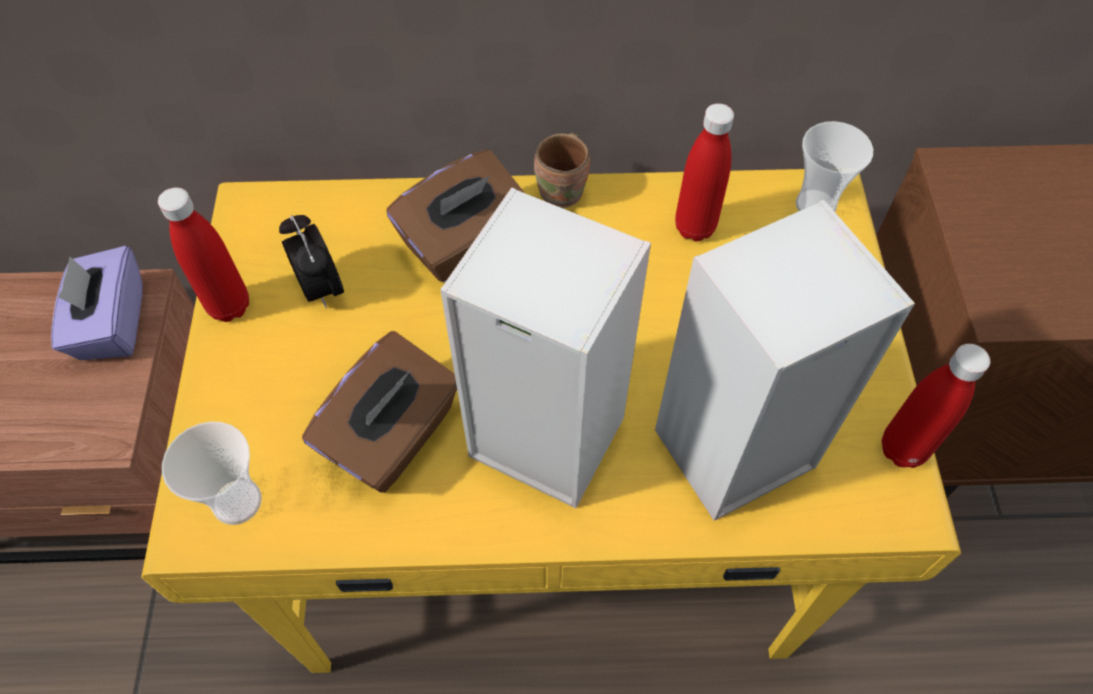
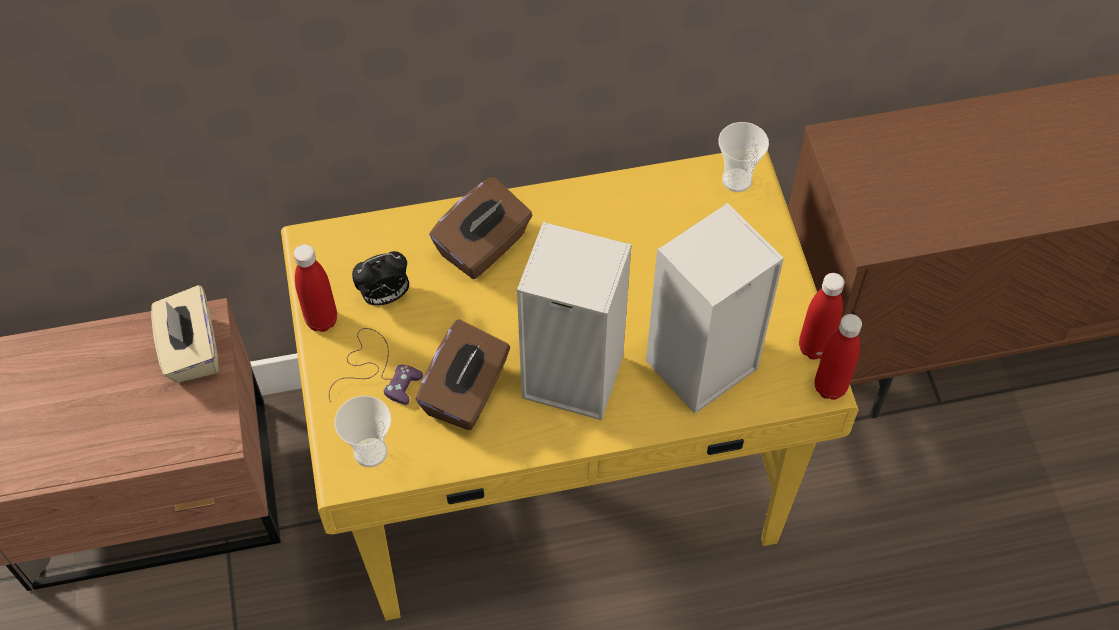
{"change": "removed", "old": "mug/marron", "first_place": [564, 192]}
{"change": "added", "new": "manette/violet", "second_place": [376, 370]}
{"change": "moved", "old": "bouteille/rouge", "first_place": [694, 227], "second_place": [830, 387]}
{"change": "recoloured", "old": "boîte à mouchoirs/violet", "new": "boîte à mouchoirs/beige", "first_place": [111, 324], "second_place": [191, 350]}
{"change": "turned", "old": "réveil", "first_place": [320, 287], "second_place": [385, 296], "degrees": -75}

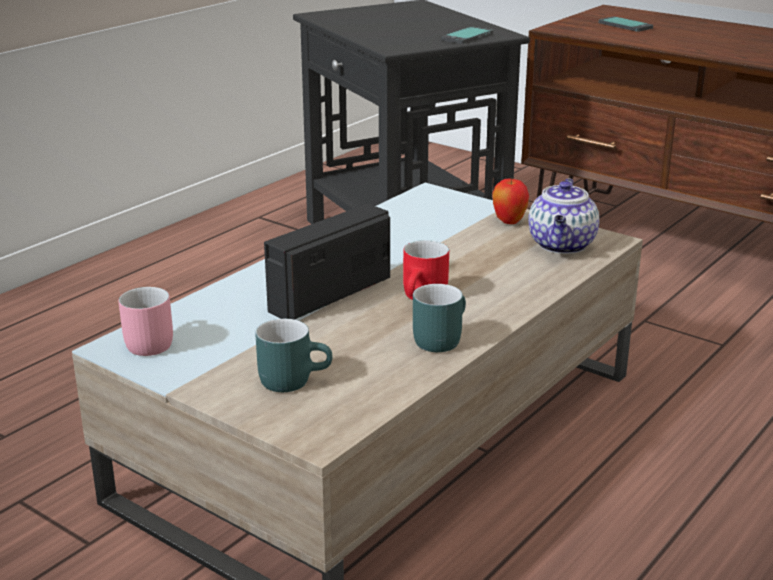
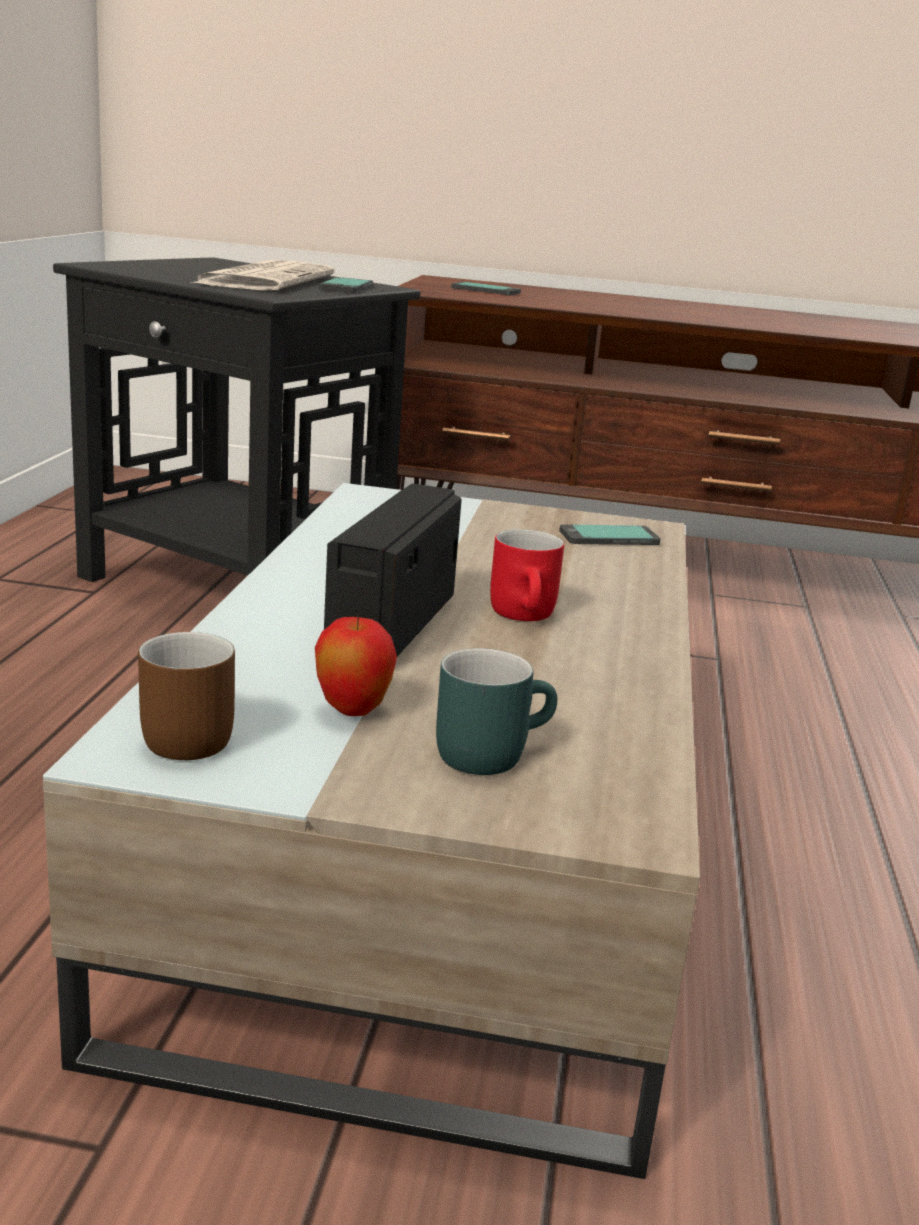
{"change": "removed", "old": "mug/turquoise", "first_place": [438, 338]}
{"change": "added", "new": "journal", "second_place": [265, 280]}
{"change": "moved", "old": "pomme", "first_place": [509, 222], "second_place": [352, 711]}
{"change": "replaced", "old": "théière", "new": "téléphone", "first_place": [562, 246], "second_place": [609, 538]}
{"change": "recoloured", "old": "mug/rose", "new": "mug/marron", "first_place": [150, 341], "second_place": [180, 735]}

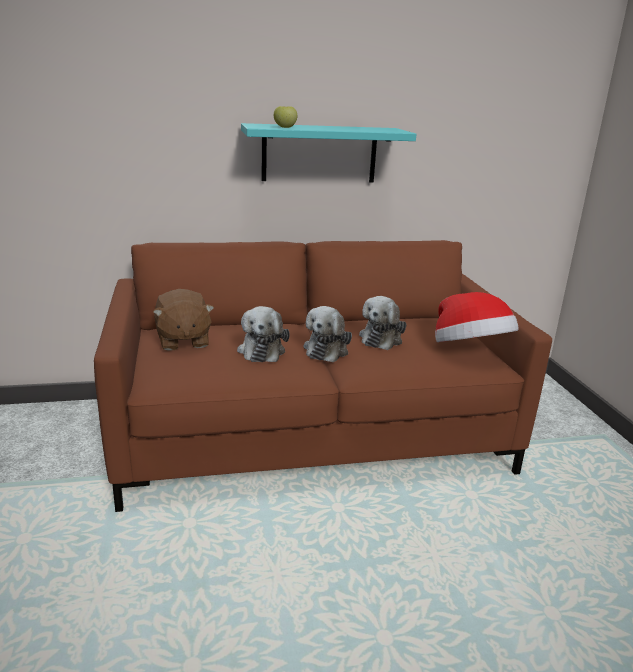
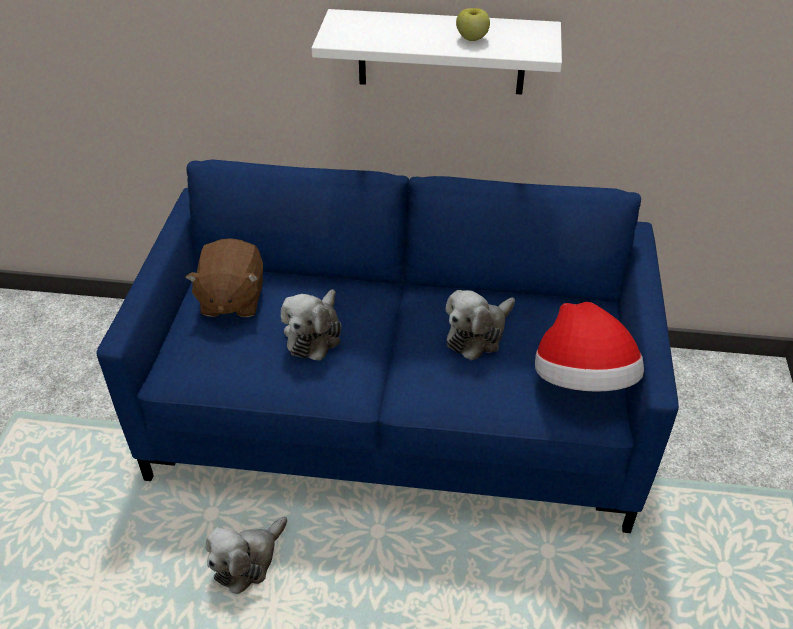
{"change": "moved", "old": "pomme", "first_place": [285, 127], "second_place": [472, 38]}
{"change": "moved", "old": "peluche", "first_place": [327, 349], "second_place": [247, 561]}
{"change": "recoloured", "old": "canapé/marron", "new": "canapé/bleu", "first_place": [311, 436], "second_place": [397, 413]}
{"change": "recoloured", "old": "étagère/turquoise", "new": "étagère/blanc", "first_place": [319, 154], "second_place": [441, 52]}

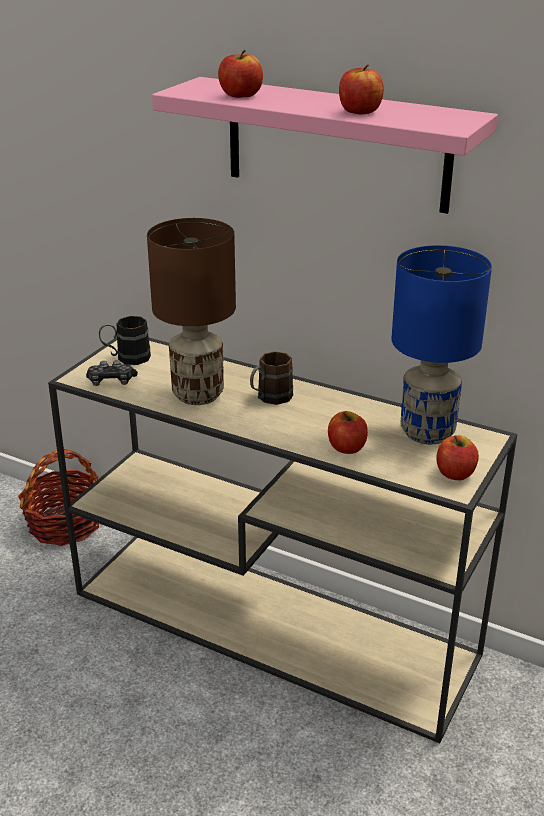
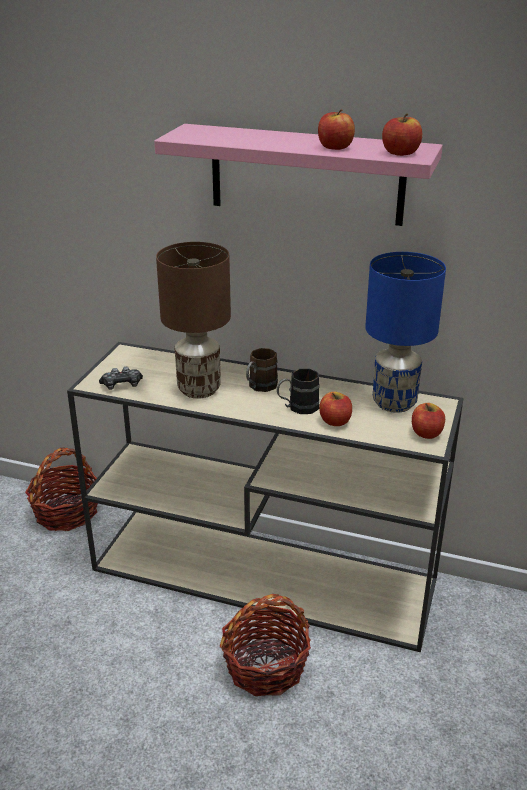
{"change": "added", "new": "panier", "second_place": [266, 666]}
{"change": "moved", "old": "mug/noir", "first_place": [126, 358], "second_place": [297, 408]}
{"change": "moved", "old": "pomme", "first_place": [240, 95], "second_place": [400, 153]}

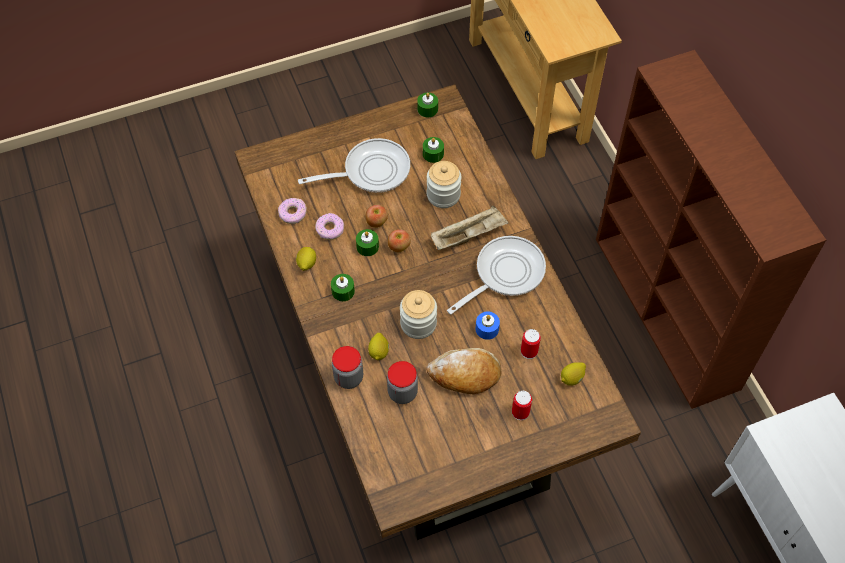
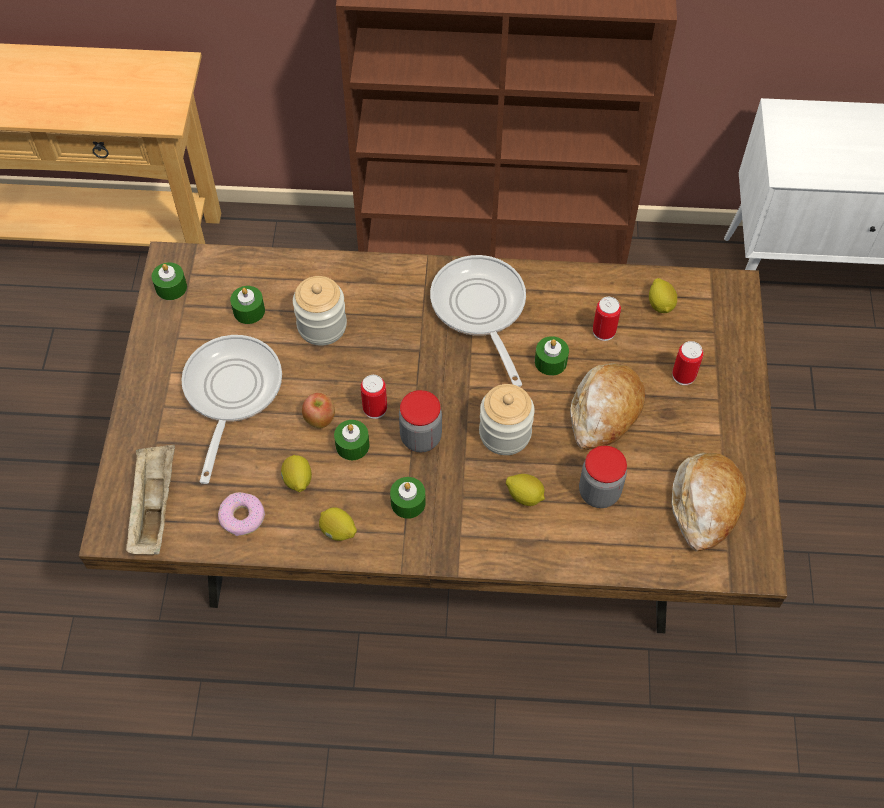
{"change": "added", "new": "pain", "second_place": [705, 505]}
{"change": "moved", "old": "bocal", "first_place": [348, 377], "second_place": [421, 437]}
{"change": "moved", "old": "plateau/beige", "first_place": [469, 235], "second_place": [154, 506]}
{"change": "replaced", "old": "beignet", "new": "citron", "first_place": [330, 229], "second_place": [297, 480]}
{"change": "replaced", "old": "pomme", "new": "boîte métallique", "first_place": [399, 247], "second_place": [375, 408]}
{"change": "recoloured", "old": "bougie/bleu", "new": "bougie/vert", "first_place": [487, 329], "second_place": [550, 361]}

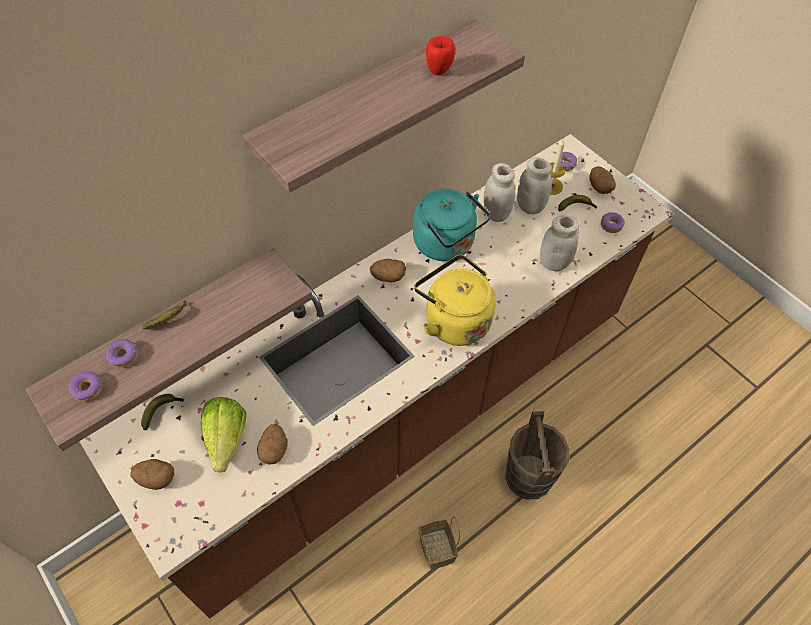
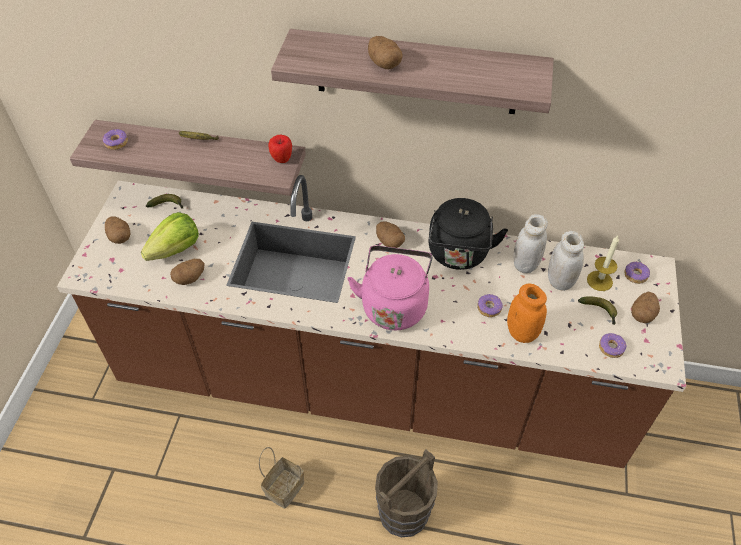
{"change": "added", "new": "pomme de terre", "second_place": [384, 63]}
{"change": "moved", "old": "beignet", "first_place": [123, 356], "second_place": [489, 308]}
{"change": "moved", "old": "pomme", "first_place": [439, 71], "second_place": [282, 160]}
{"change": "recoloured", "old": "bouilloire/turquoise", "new": "bouilloire/noir", "first_place": [447, 244], "second_place": [458, 255]}
{"change": "recoloured", "old": "bouilloire/jaune", "new": "bouilloire/rose", "first_place": [454, 320], "second_place": [394, 304]}
{"change": "recoloured", "old": "bocal/blanc", "new": "bocal/orange", "first_place": [554, 263], "second_place": [522, 333]}

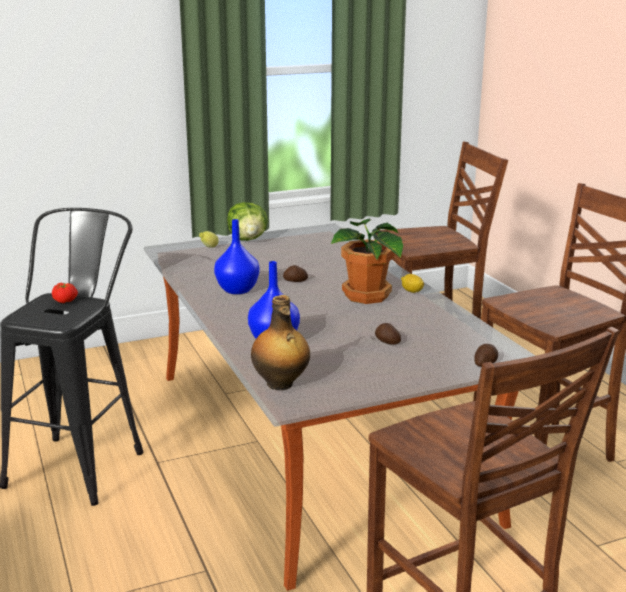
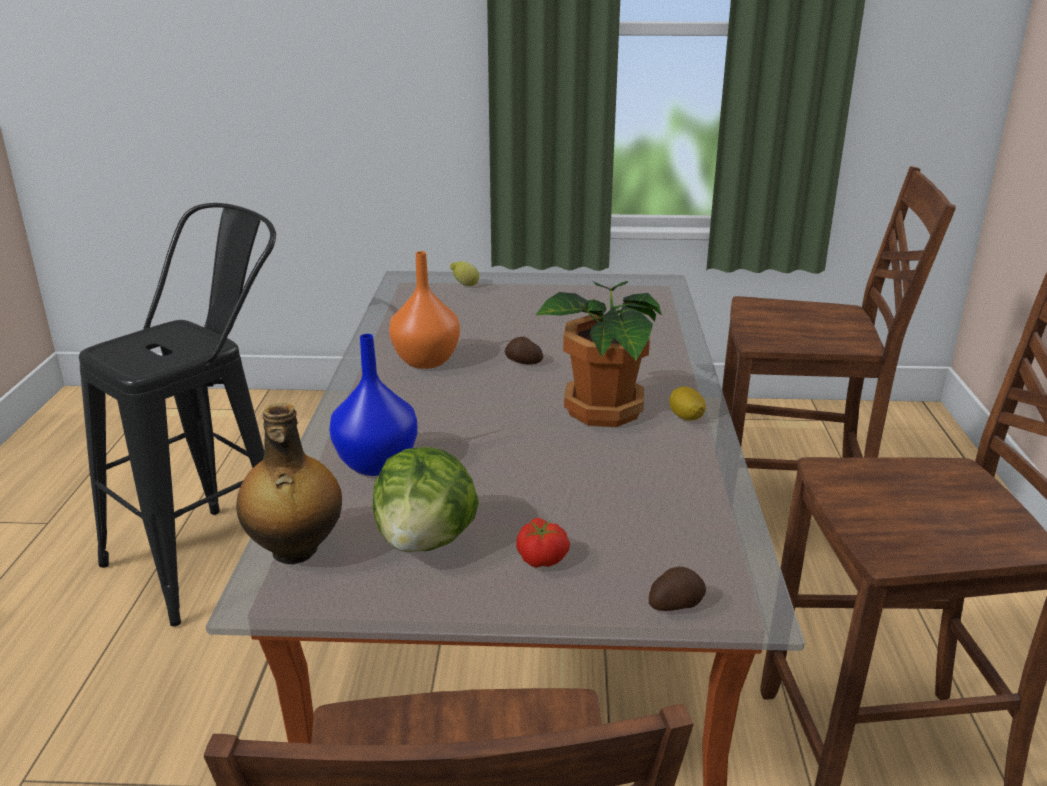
{"change": "removed", "old": "pomme de terre", "first_place": [387, 342]}
{"change": "moved", "old": "tomate", "first_place": [65, 300], "second_place": [542, 557]}
{"change": "moved", "old": "laitue", "first_place": [248, 239], "second_place": [426, 541]}
{"change": "recoloured", "old": "vase/bleu", "new": "vase/orange", "first_place": [237, 290], "second_place": [425, 361]}

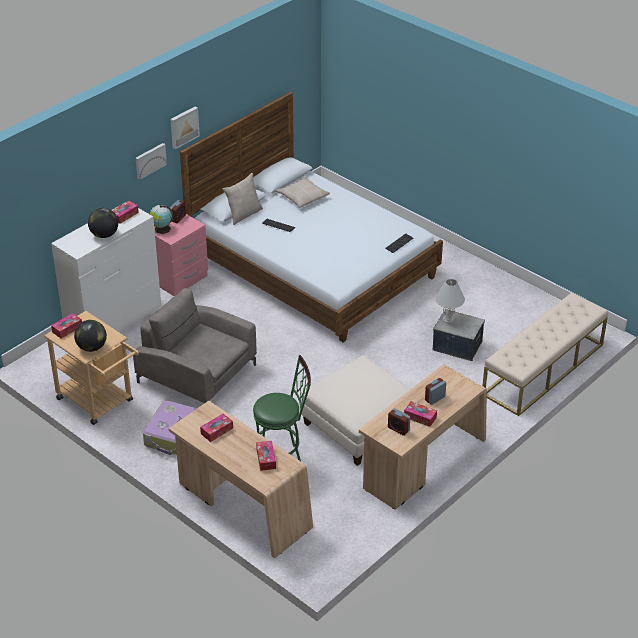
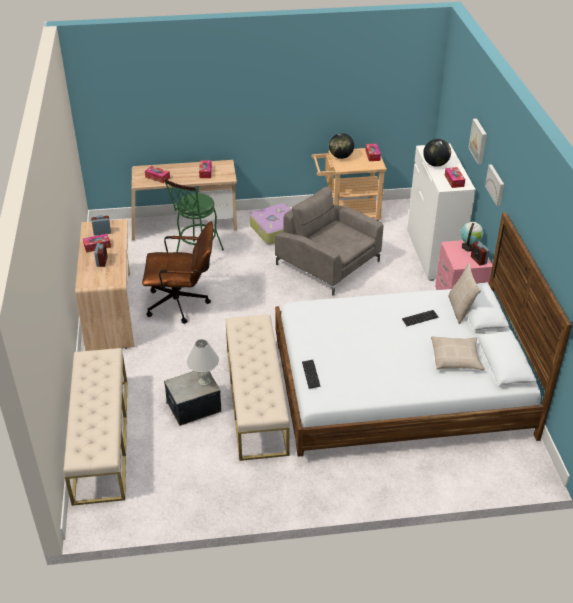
{"change": "added", "new": "banc/beige", "second_place": [256, 400]}
{"change": "moved", "old": "tableau", "first_place": [183, 127], "second_place": [479, 141]}
{"change": "replaced", "old": "pouf/blanc", "new": "chaise de bureau/marron", "first_place": [359, 425], "second_place": [183, 304]}
{"change": "turned", "old": "fauteuil/gris", "first_place": [197, 373], "second_place": [328, 263], "degrees": -120}

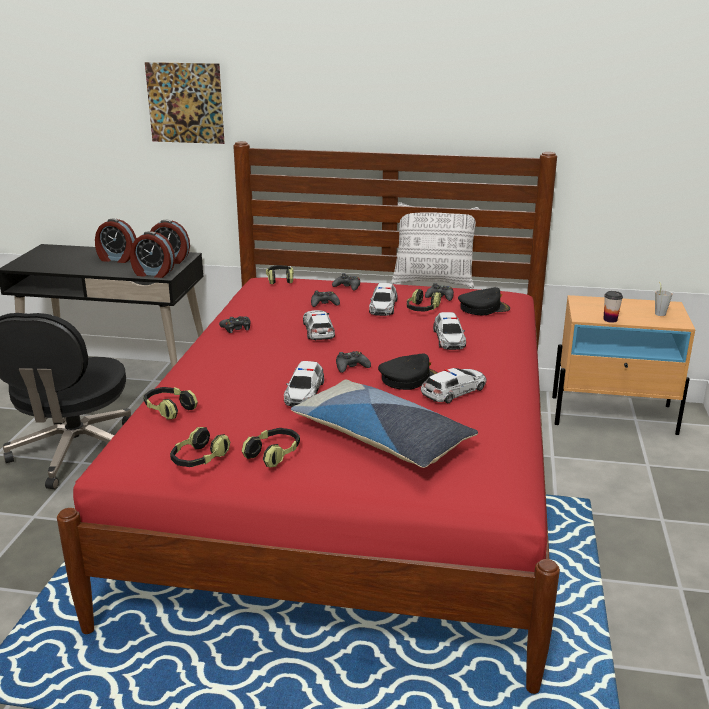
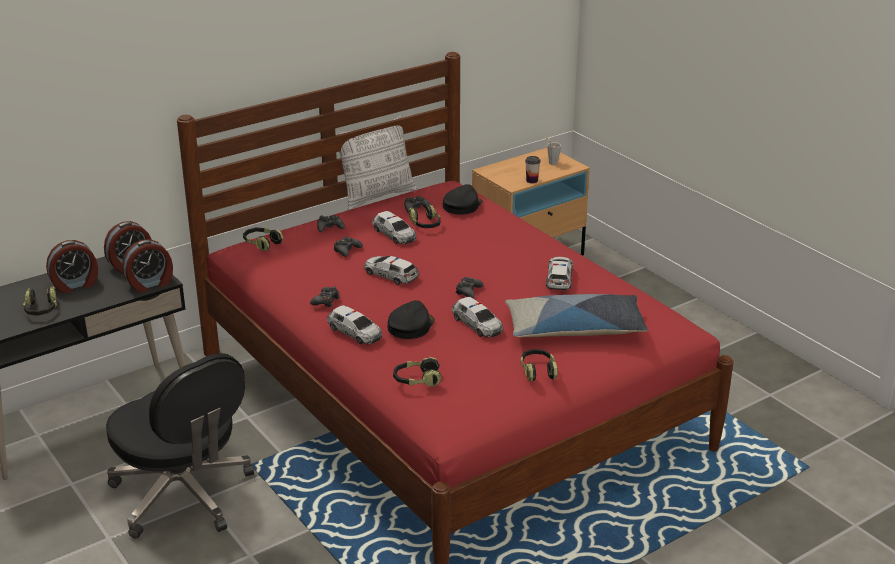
{"change": "removed", "old": "tableau", "first_place": [185, 103]}
{"change": "moved", "old": "casque audio", "first_place": [199, 459], "second_place": [41, 310]}
{"change": "moved", "old": "casquette/noir", "first_place": [409, 379], "second_place": [410, 326]}
{"change": "moved", "old": "petite voiture", "first_place": [449, 339], "second_place": [355, 332]}

